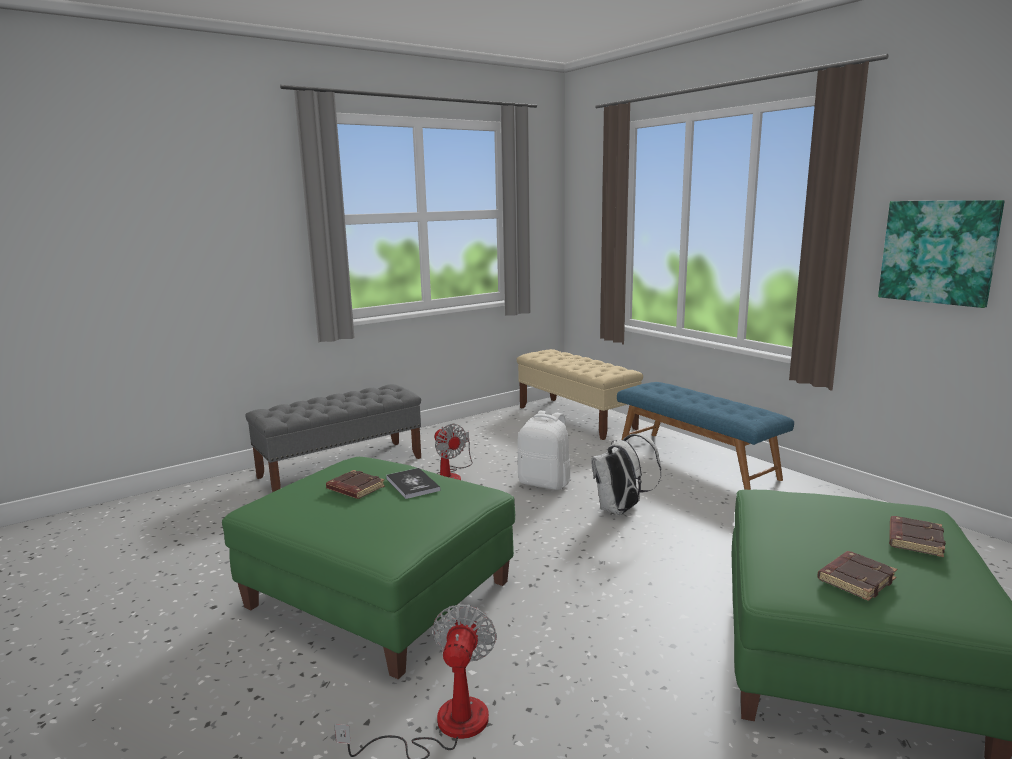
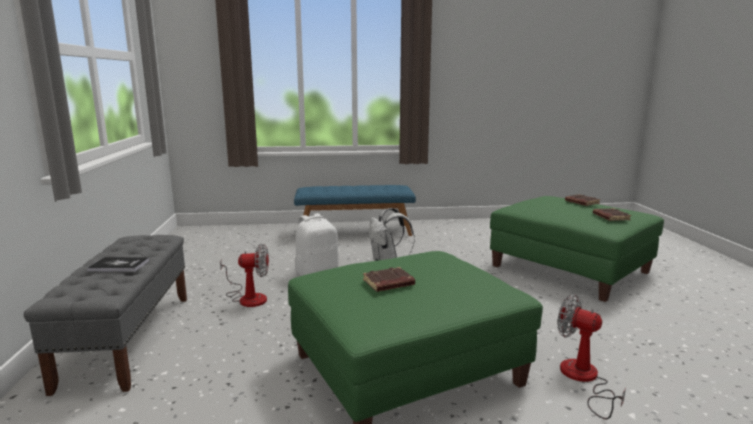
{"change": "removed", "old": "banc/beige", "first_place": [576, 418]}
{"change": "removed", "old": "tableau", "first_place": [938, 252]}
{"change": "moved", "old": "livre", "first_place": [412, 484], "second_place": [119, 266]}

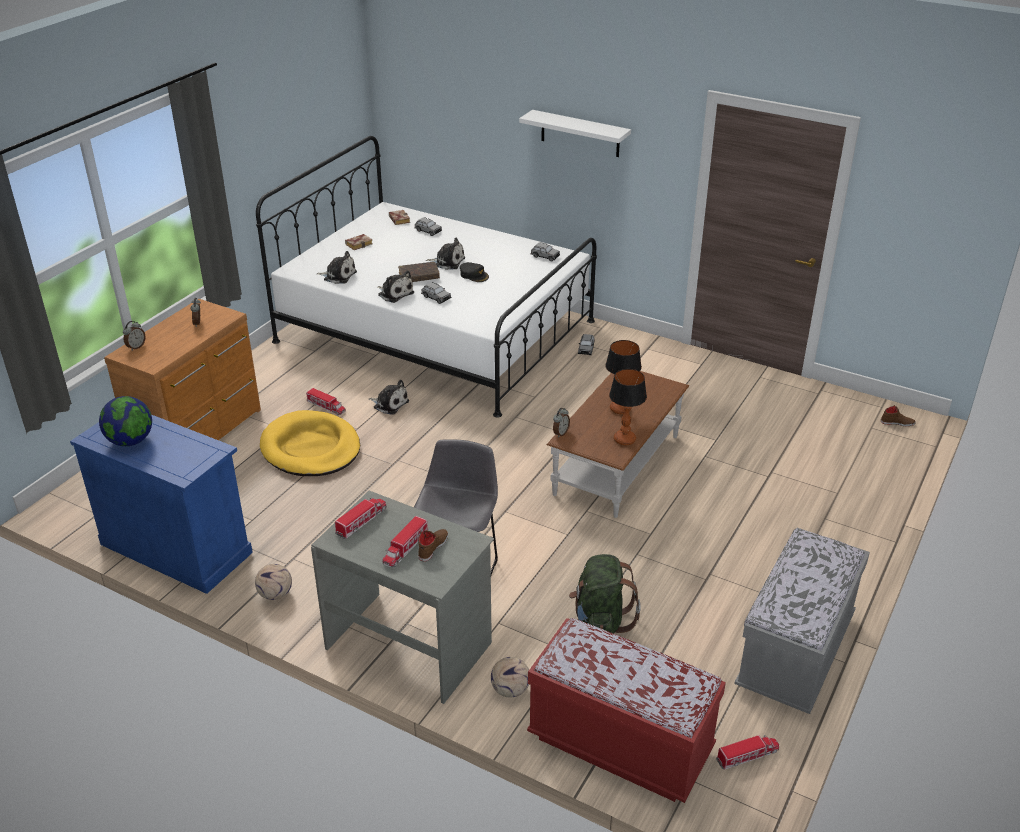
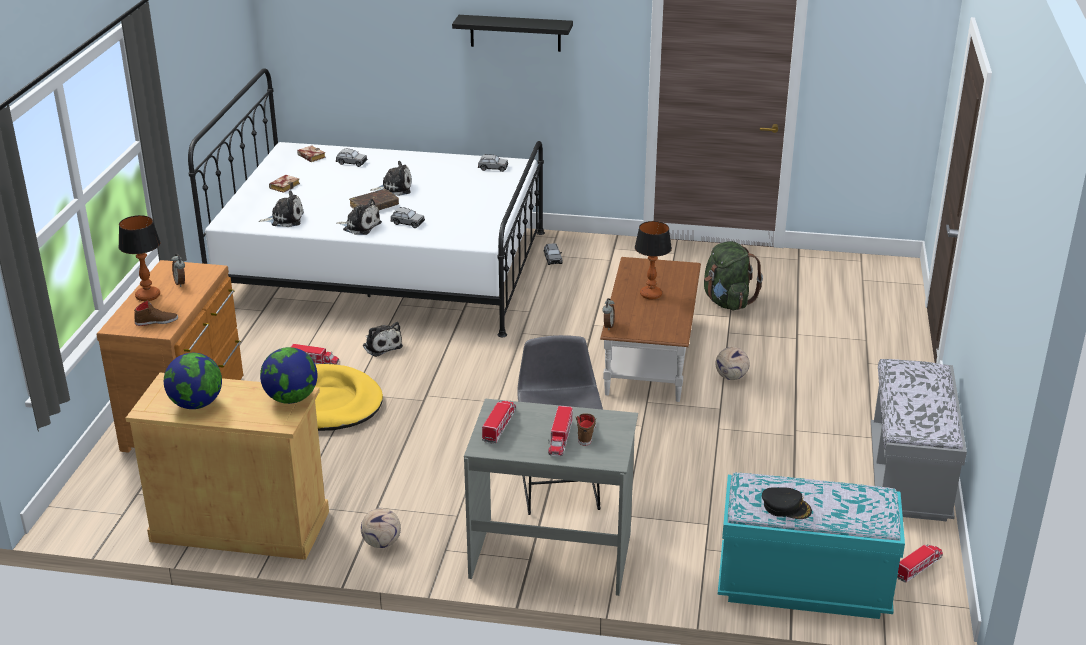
{"change": "removed", "old": "réveil", "first_place": [136, 347]}
{"change": "added", "new": "globe", "second_place": [291, 398]}
{"change": "moved", "old": "casquette/noir", "first_place": [474, 275], "second_place": [786, 507]}
{"change": "moved", "old": "ballon de foot", "first_place": [509, 690], "second_place": [730, 377]}
{"change": "moved", "old": "sac à dos/vert", "first_place": [600, 622], "second_place": [727, 302]}
{"change": "moved", "old": "lampe de table", "first_place": [624, 439], "second_place": [148, 296]}
{"change": "moved", "old": "chaussure/marron", "first_place": [897, 422], "second_place": [156, 321]}
{"change": "recoloured", "old": "meuble de rangement/bleu", "new": "meuble de rangement/beige", "first_place": [176, 548], "second_place": [241, 526]}
{"change": "recoloured", "old": "étagère/blanc", "new": "étagère/noir", "first_place": [580, 134], "second_place": [515, 33]}
{"change": "recoloured", "old": "banc/rouge", "new": "banc/turquoise", "first_place": [620, 744], "second_place": [803, 586]}
{"change": "turned", "old": "peluche", "first_place": [389, 404], "second_place": [381, 346], "degrees": 45}

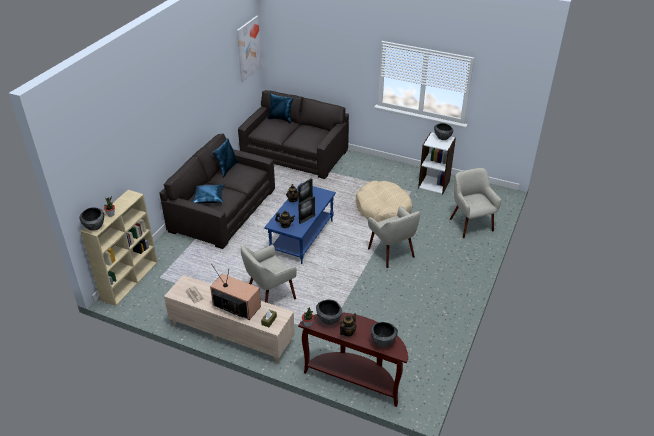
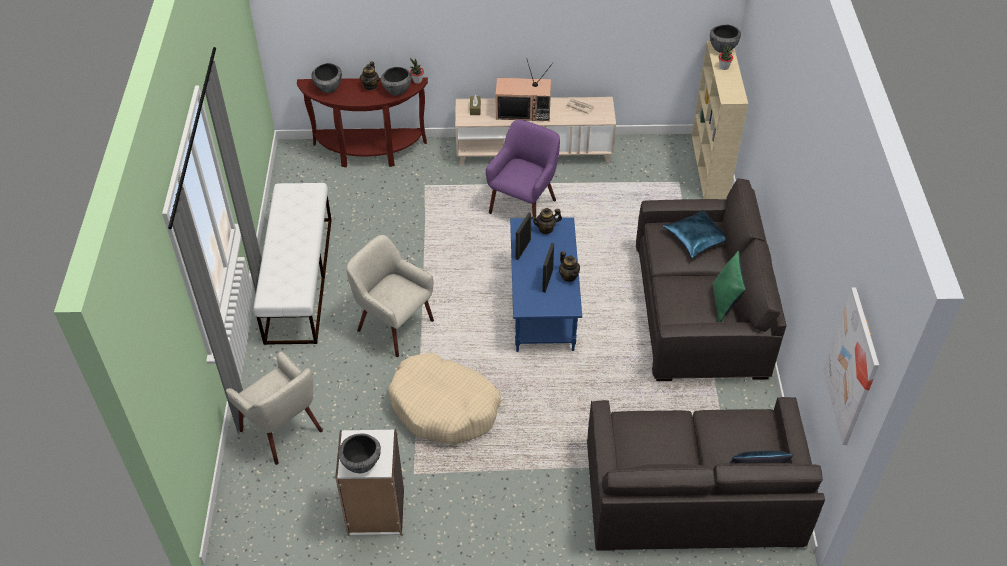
{"change": "added", "new": "banc/blanc", "second_place": [299, 278]}
{"change": "recoloured", "old": "coussin/bleu", "new": "coussin/vert", "first_place": [227, 168], "second_place": [725, 303]}
{"change": "recoloured", "old": "fauteuil/beige", "new": "fauteuil/violet", "first_place": [270, 295], "second_place": [524, 206]}

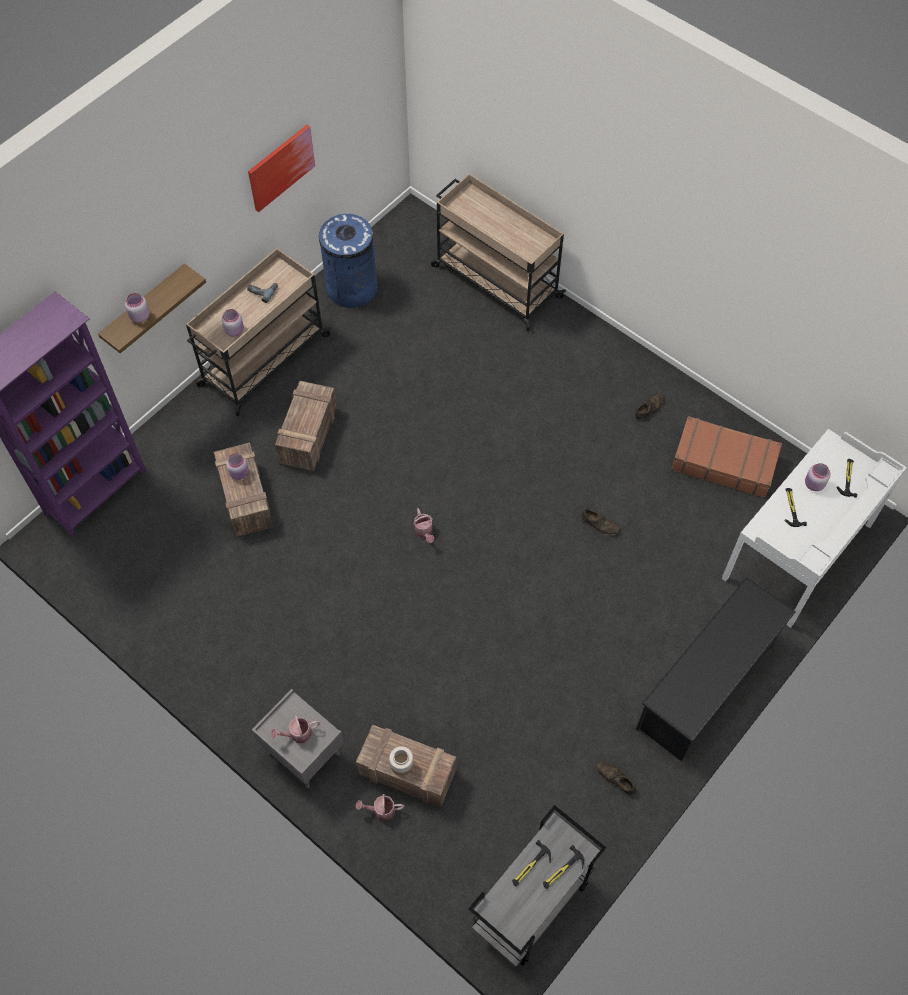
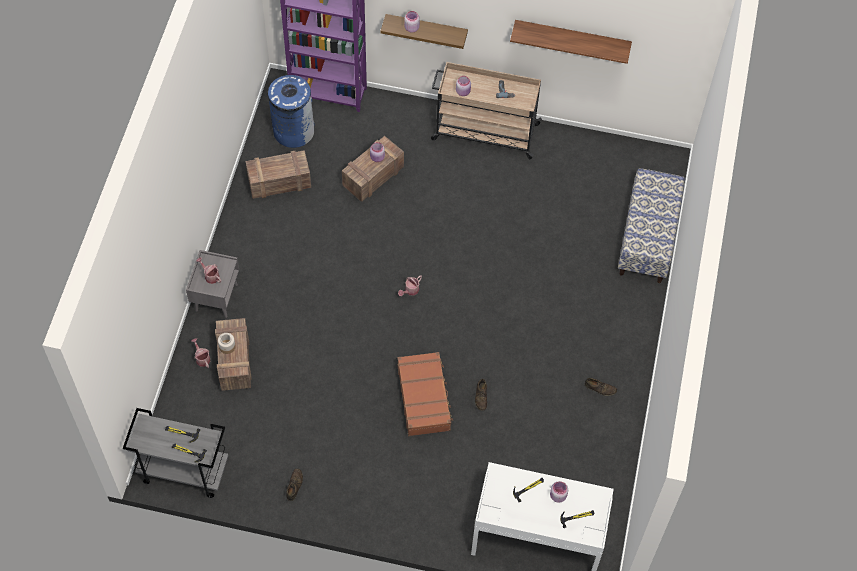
{"change": "removed", "old": "étagère à chaussures/noir", "first_place": [706, 686]}
{"change": "moved", "old": "caisse", "first_place": [308, 434], "second_place": [280, 182]}
{"change": "moved", "old": "poubelle/bleu", "first_place": [351, 288], "second_place": [293, 131]}
{"change": "moved", "old": "valise/marron", "first_place": [723, 462], "second_place": [424, 398]}
{"change": "replaced", "old": "tableau", "new": "étagère", "first_place": [281, 167], "second_place": [572, 38]}
{"change": "replaced", "old": "chariot/beige", "new": "banc", "first_place": [495, 281], "second_place": [647, 239]}

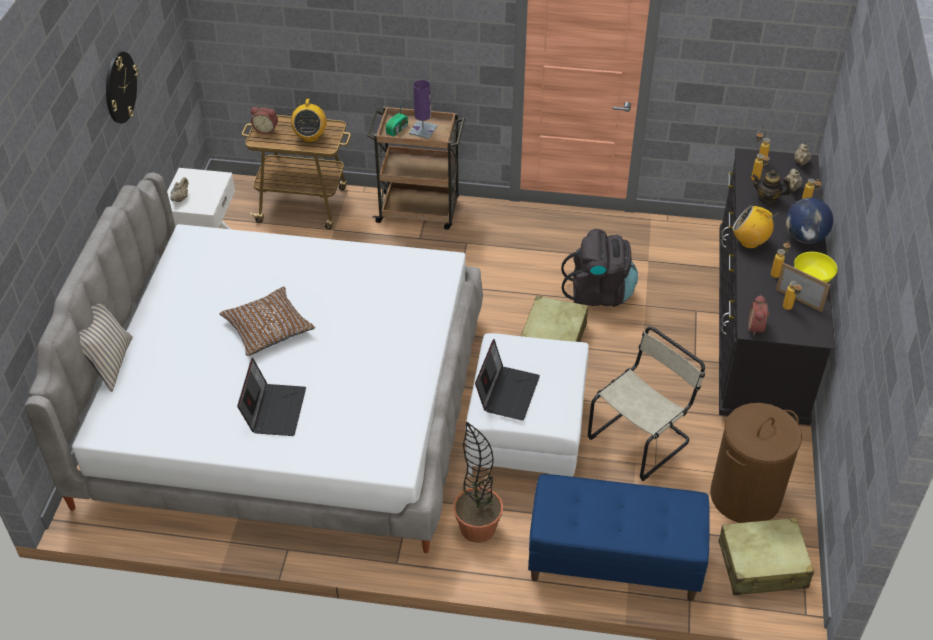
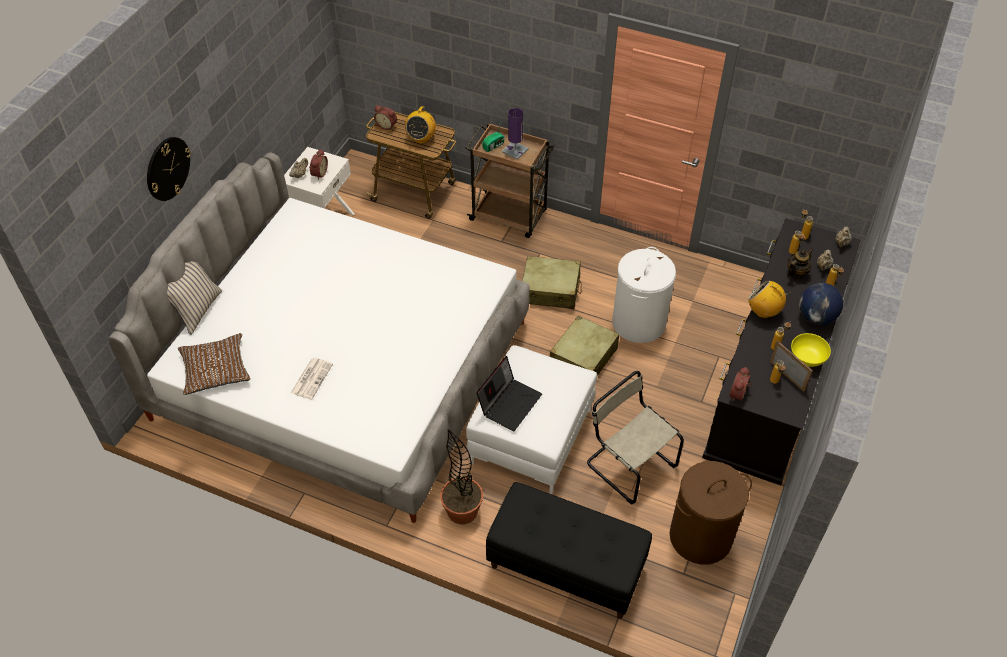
{"change": "added", "new": "réveil", "second_place": [318, 173]}
{"change": "moved", "old": "horloge murale", "first_place": [120, 87], "second_place": [167, 168]}
{"change": "moved", "old": "coussin/marron", "first_place": [267, 328], "second_place": [215, 369]}
{"change": "moved", "old": "valise/beige", "first_place": [762, 565], "second_place": [550, 290]}
{"change": "replaced", "old": "ordinateur portable", "new": "journal", "first_place": [274, 409], "second_place": [311, 378]}
{"change": "replaced", "old": "sac à dos/noir", "new": "panier à linge/blanc", "first_place": [599, 293], "second_place": [638, 322]}
{"change": "recoloured", "old": "banc/bleu", "new": "banc/noir", "first_place": [613, 561], "second_place": [565, 567]}
{"change": "turned", "old": "chaise/beige", "first_place": [641, 438], "second_place": [628, 463], "degrees": -105}
{"change": "turned", "old": "théière", "first_place": [767, 199], "second_place": [796, 273], "degrees": 105}

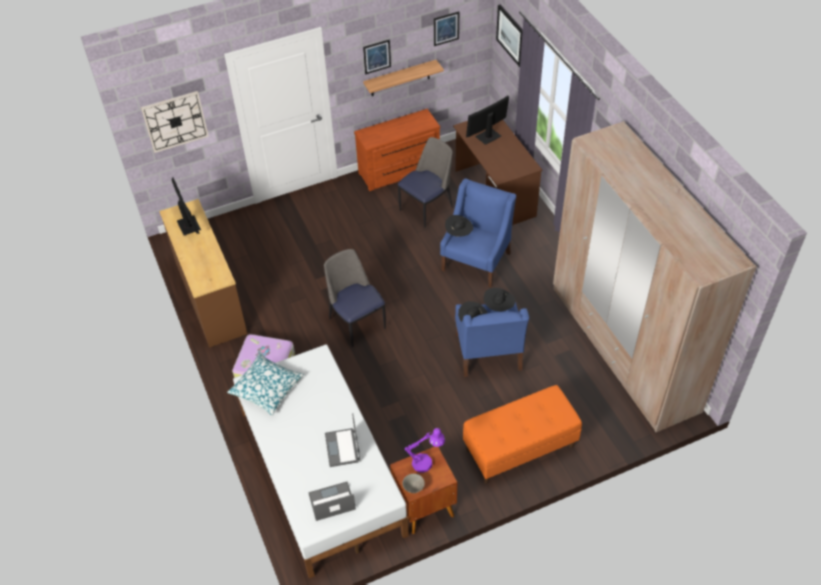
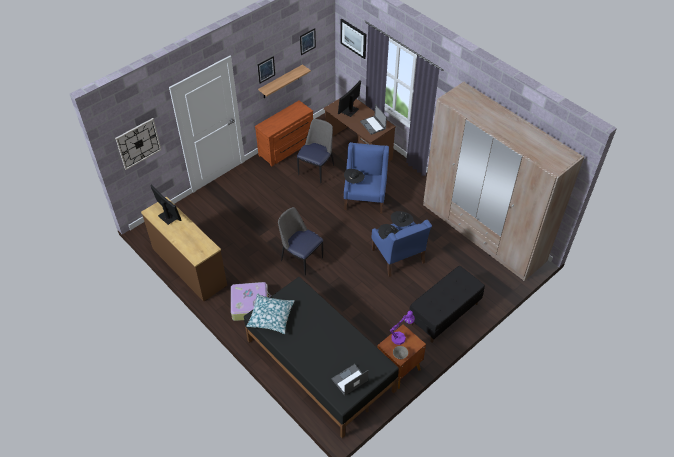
{"change": "moved", "old": "ordinateur portable", "first_place": [343, 448], "second_place": [373, 125]}
{"change": "recoloured", "old": "lit/blanc", "new": "lit/noir", "first_place": [320, 472], "second_place": [320, 366]}
{"change": "recoloured", "old": "banc/orange", "new": "banc/noir", "first_place": [519, 448], "second_place": [444, 314]}

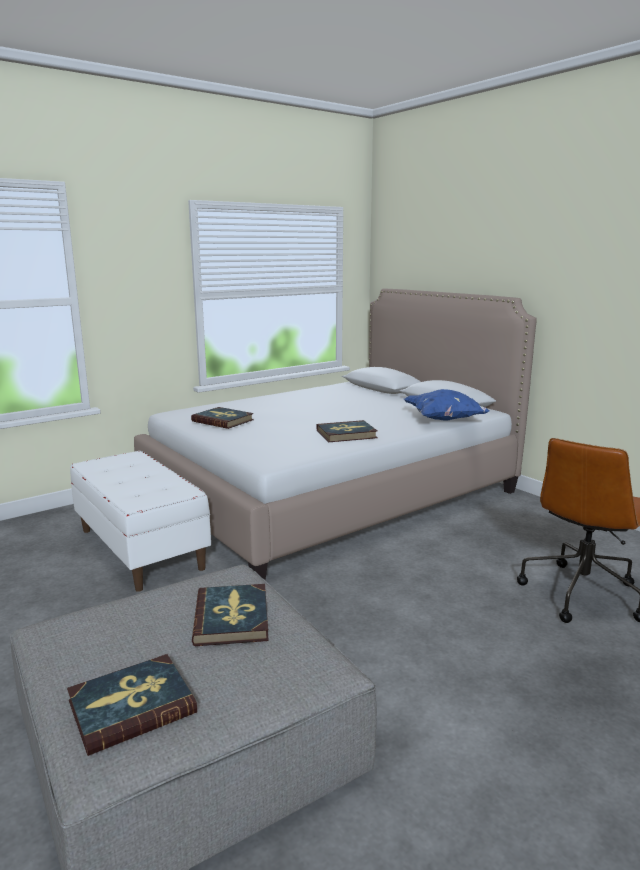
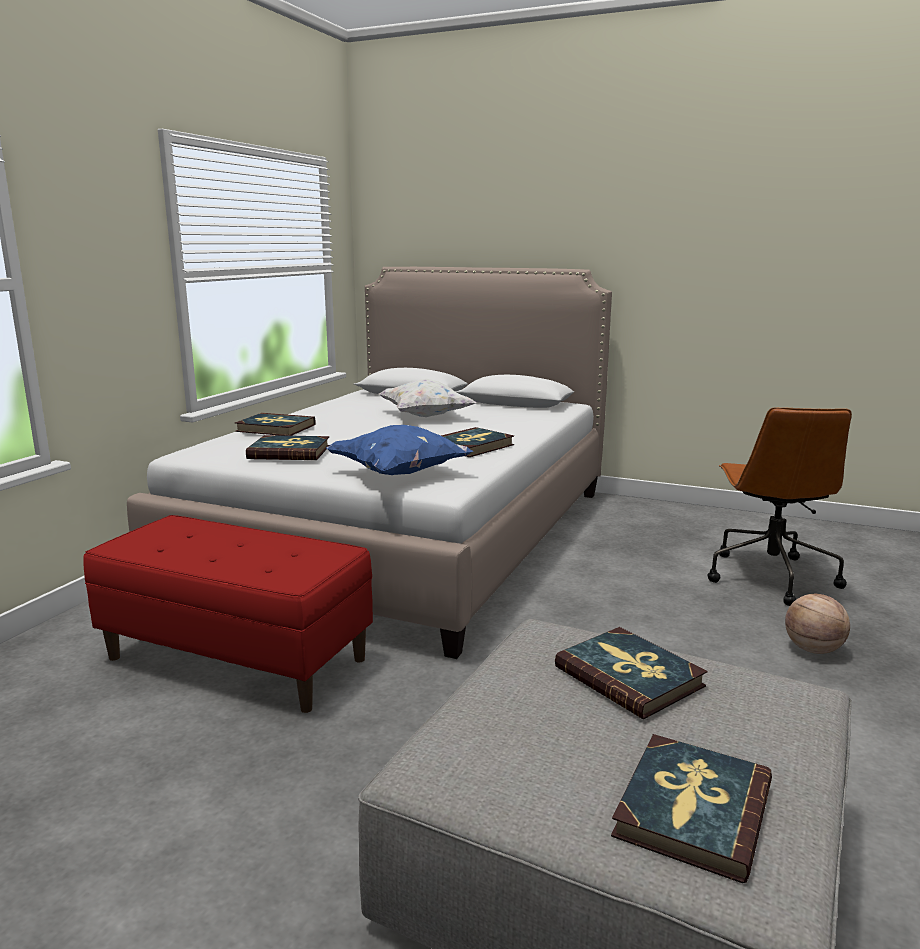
{"change": "added", "new": "livre", "second_place": [275, 428]}
{"change": "added", "new": "coussin/blanc", "second_place": [425, 416]}
{"change": "added", "new": "ballon de basket", "second_place": [813, 649]}
{"change": "moved", "old": "coussin/bleu", "first_place": [444, 420], "second_place": [400, 473]}
{"change": "recoloured", "old": "banc/blanc", "new": "banc/rouge", "first_place": [141, 549], "second_place": [238, 658]}

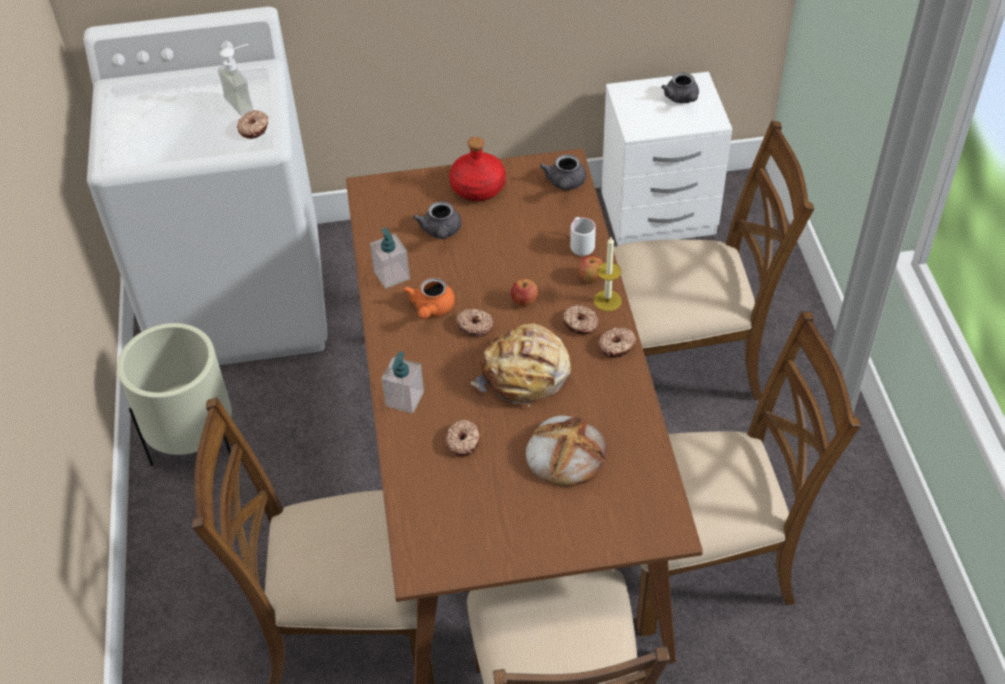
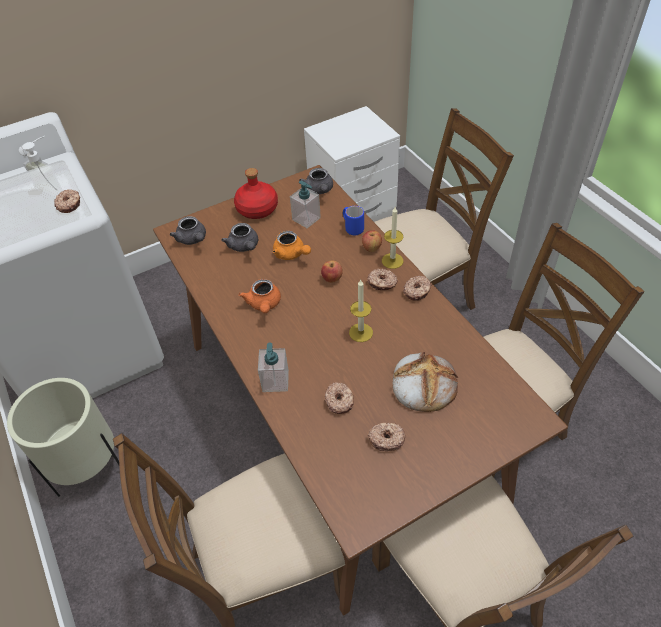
{"change": "added", "new": "théière/orange", "second_place": [291, 254]}
{"change": "moved", "old": "distributeur de savon", "first_place": [392, 275], "second_place": [306, 219]}
{"change": "moved", "old": "beignet", "first_place": [475, 326], "second_place": [386, 439]}
{"change": "moved", "old": "théière/gris", "first_place": [682, 99], "second_place": [193, 239]}
{"change": "replaced", "old": "pain", "new": "bougie", "first_place": [525, 374], "second_place": [361, 332]}
{"change": "recoloured", "old": "mug/blanc", "new": "mug/bleu", "first_place": [580, 245], "second_place": [352, 228]}

